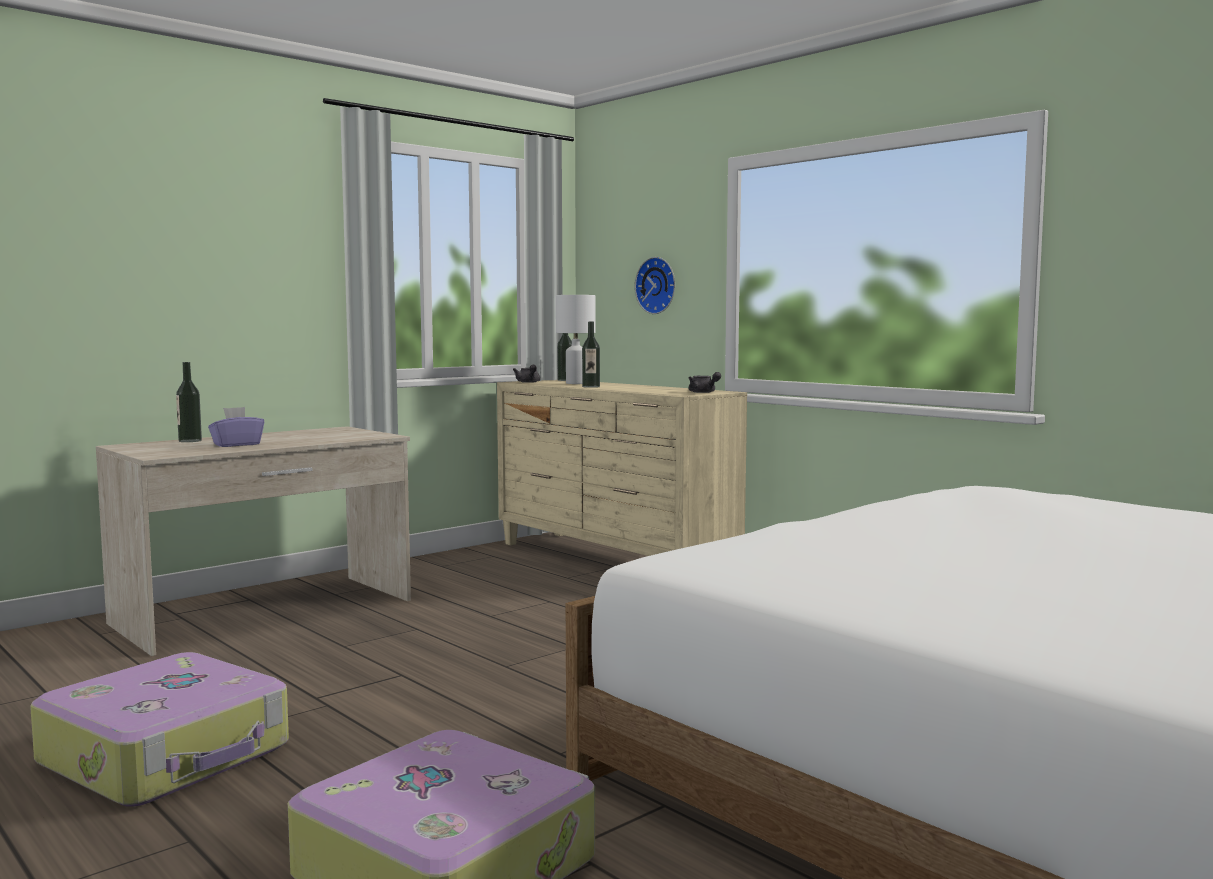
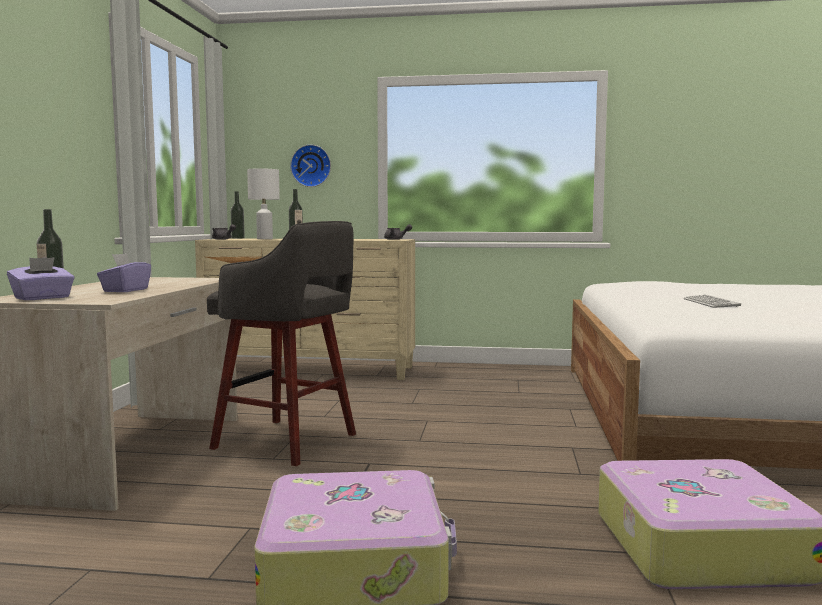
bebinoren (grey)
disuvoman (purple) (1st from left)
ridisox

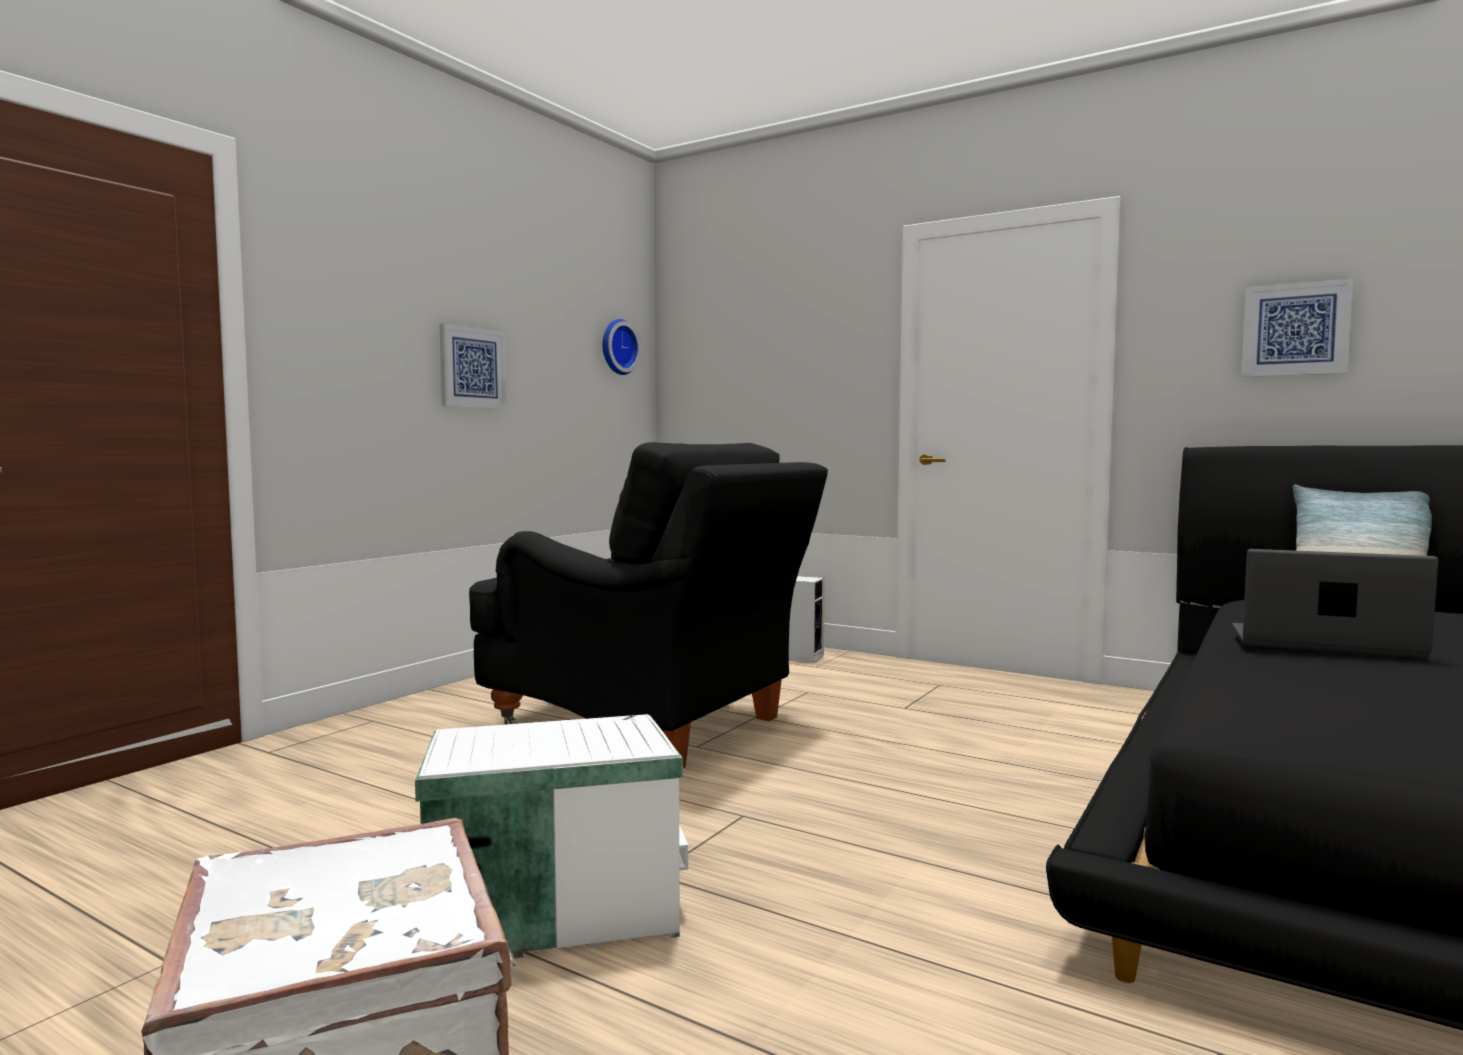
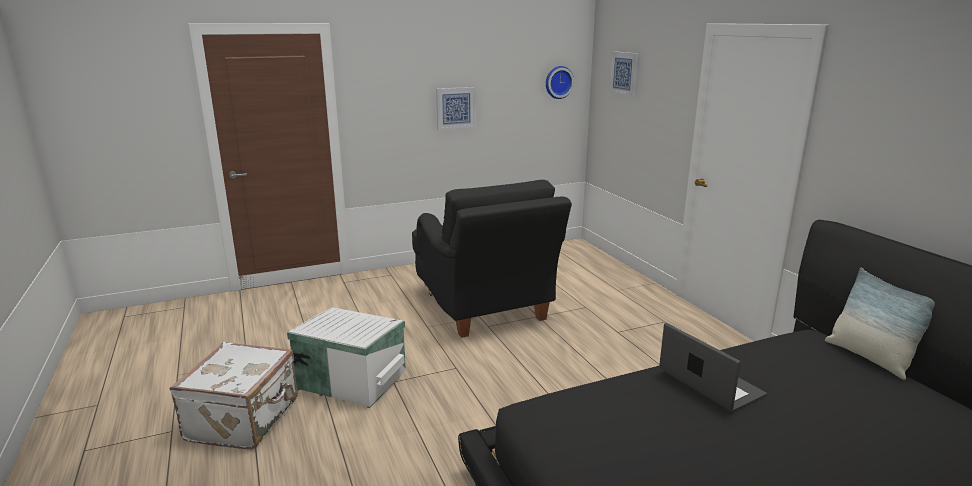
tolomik (2nd from left)
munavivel

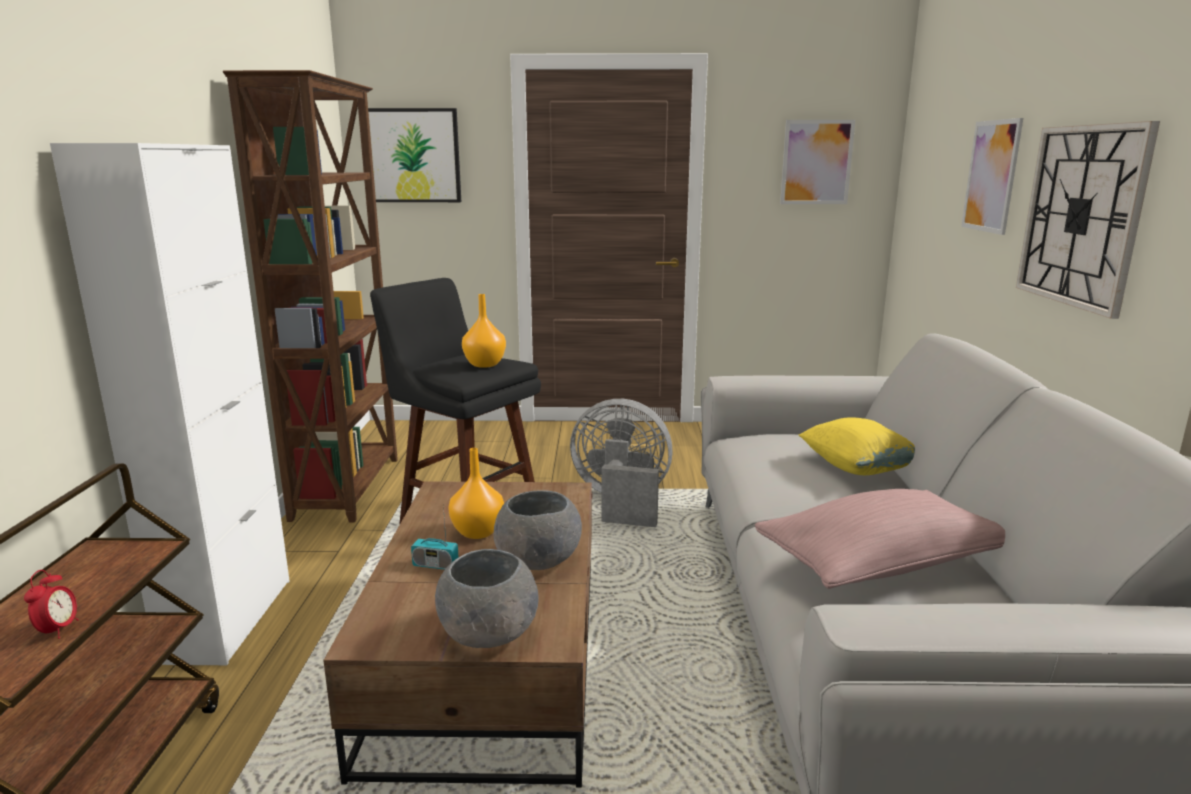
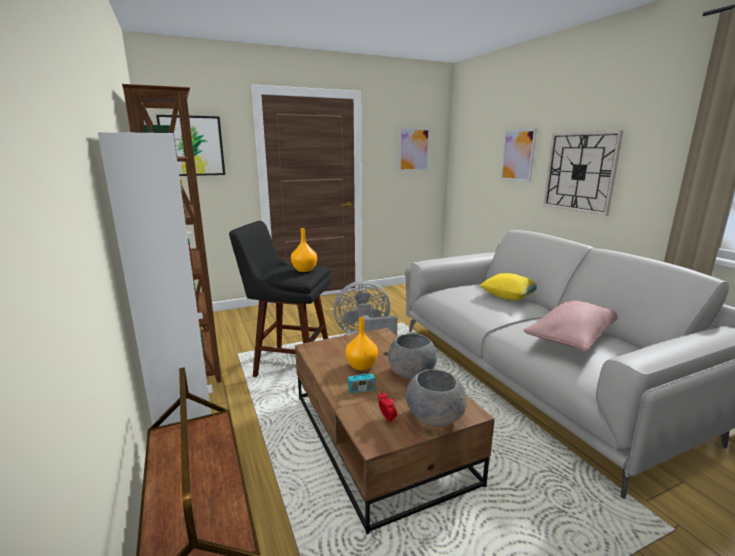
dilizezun

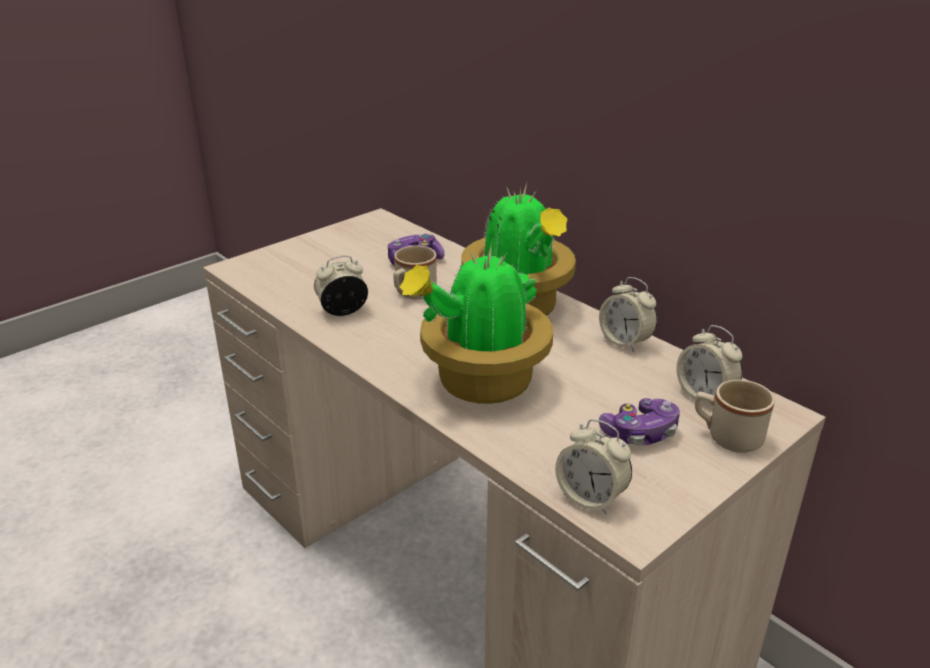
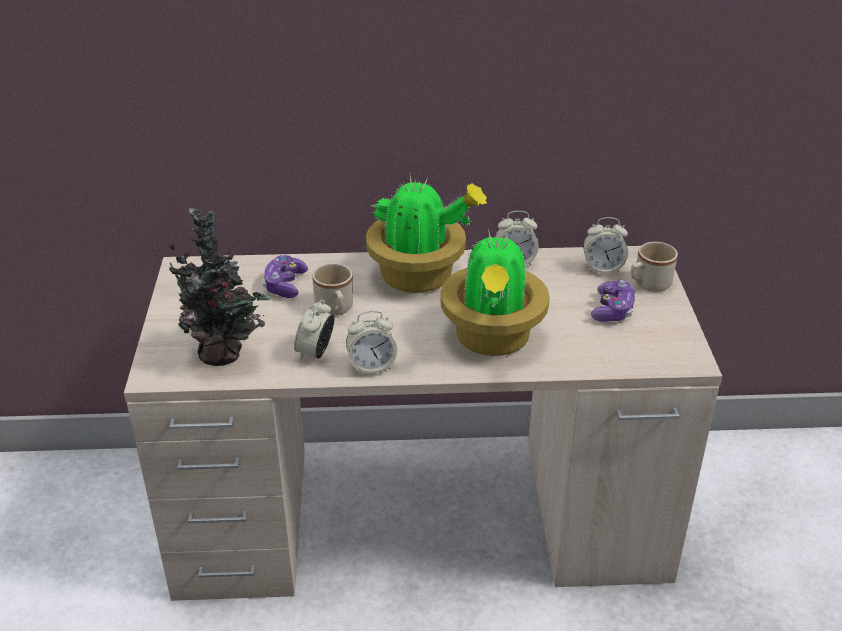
dilizezun (2nd from left)
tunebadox (1st from left)

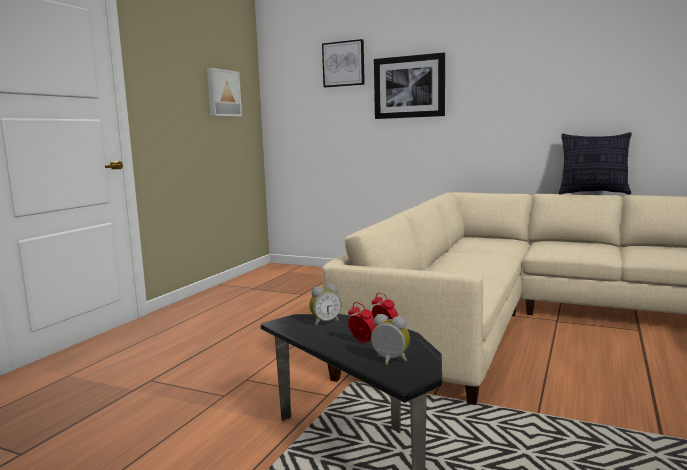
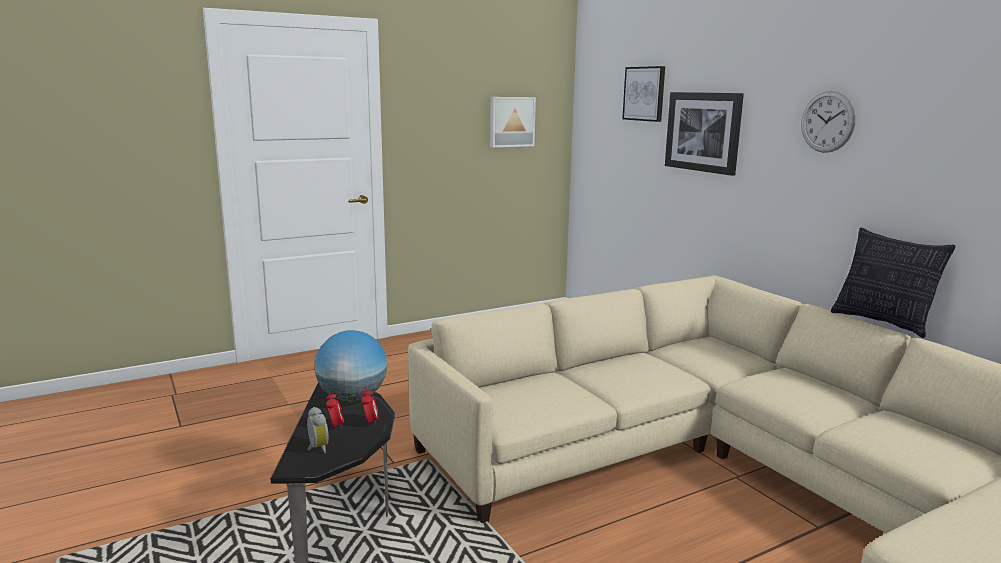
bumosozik
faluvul

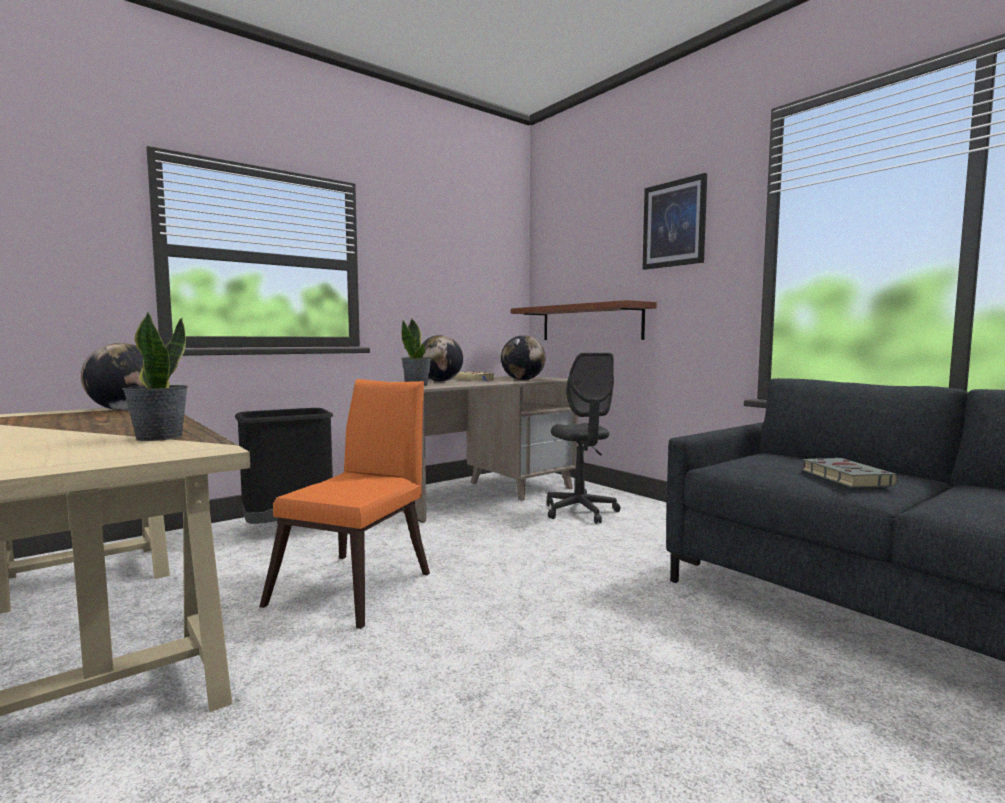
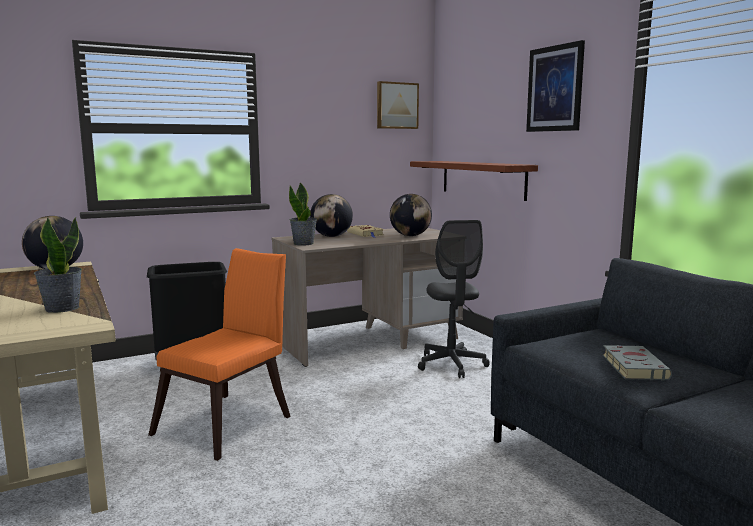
tolomik (1st from left)

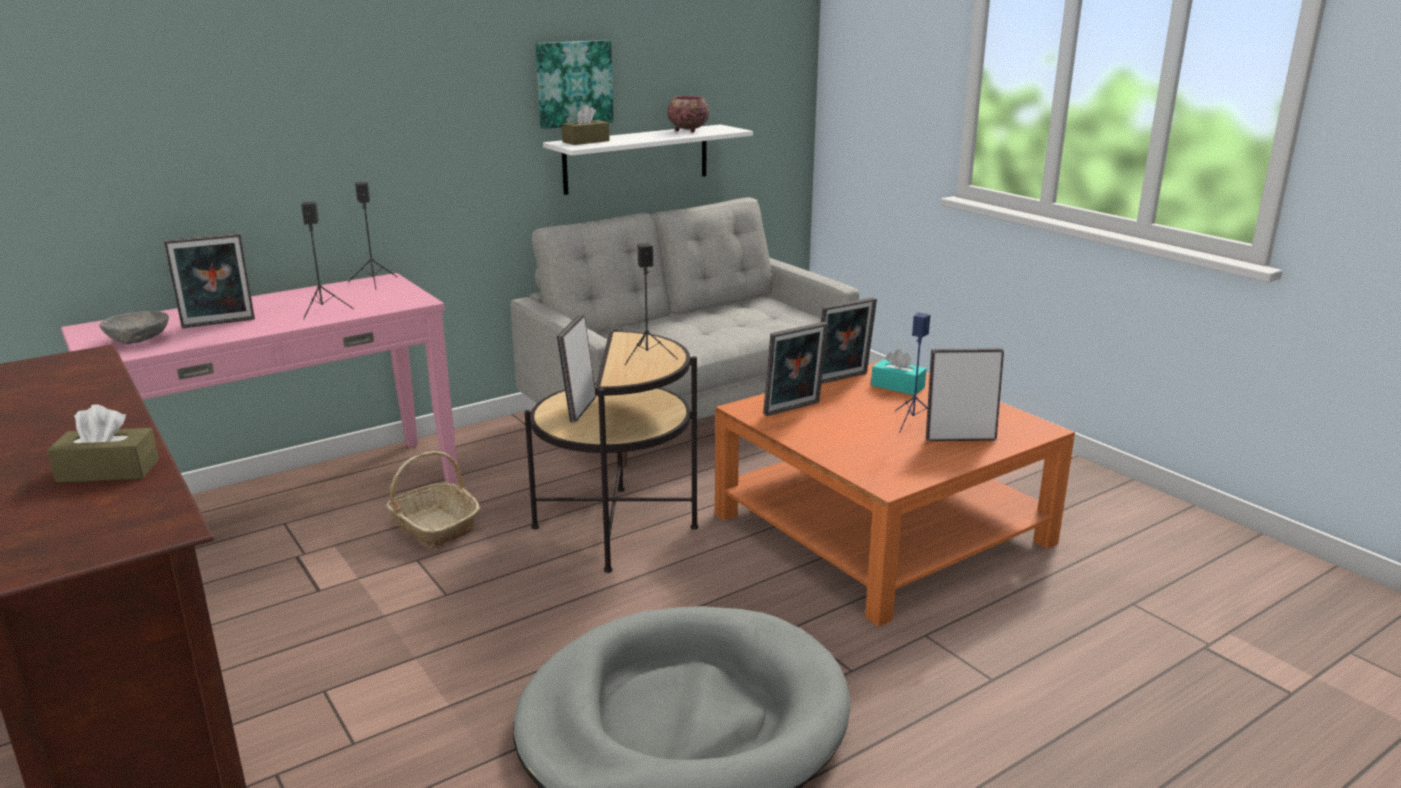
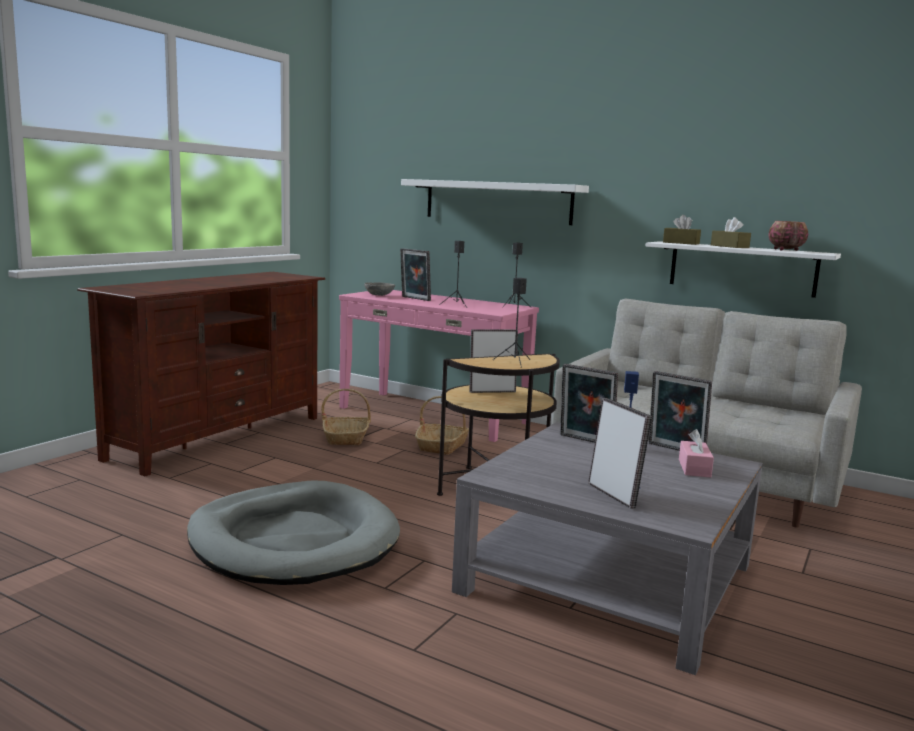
tolomik
disuvoman (pink)
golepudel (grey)
disuvoman (brown) (2nd from left)
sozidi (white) (1st from left)
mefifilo (1st from left)

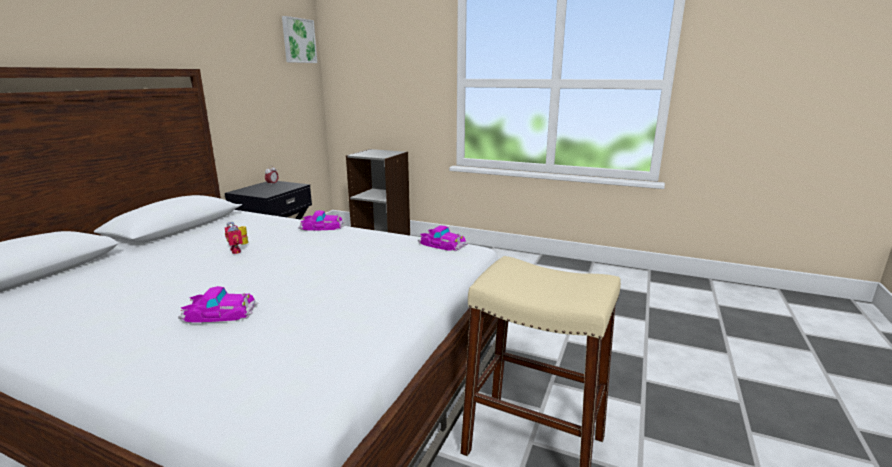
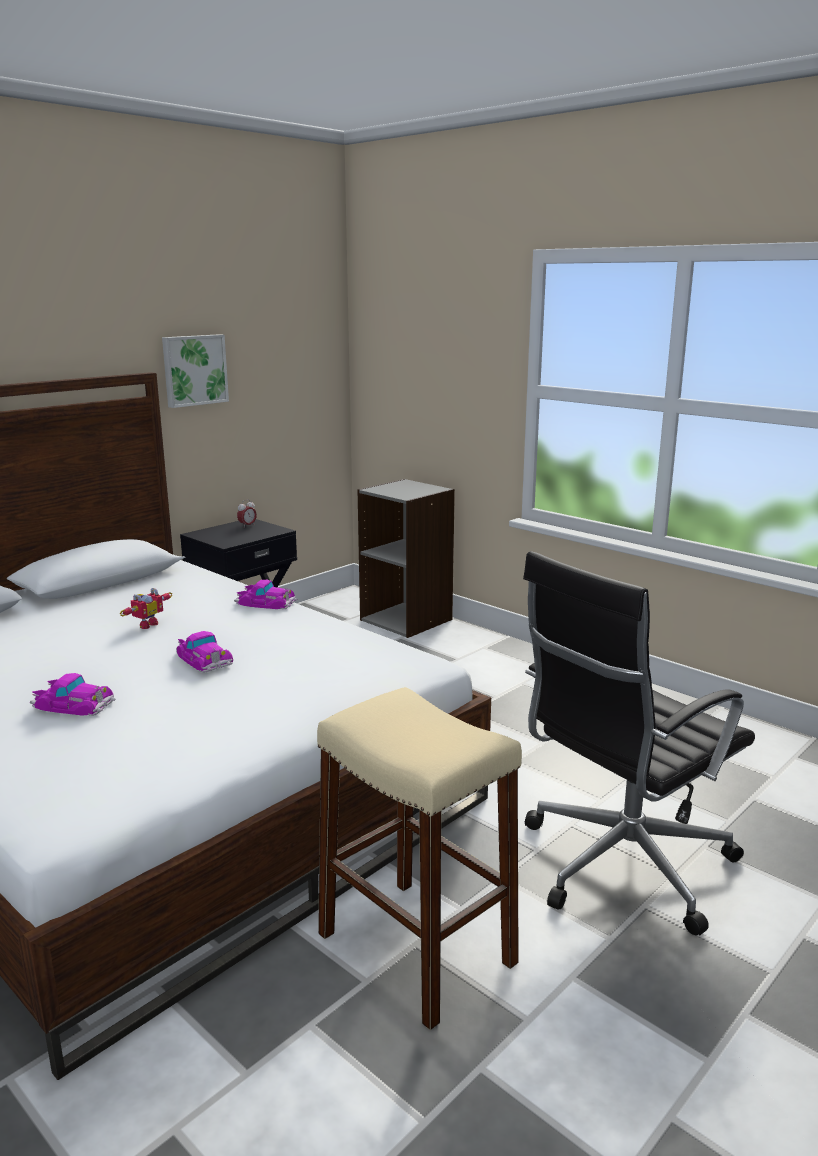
tolomik
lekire
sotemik (2nd from left)
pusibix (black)

